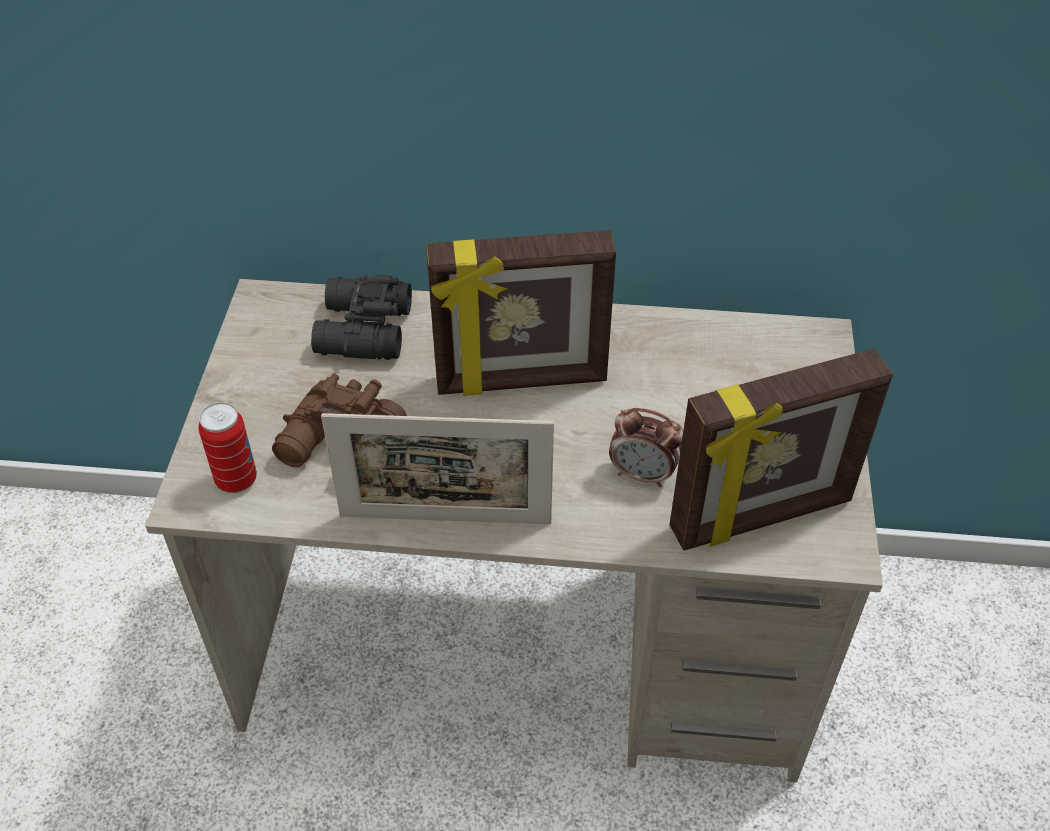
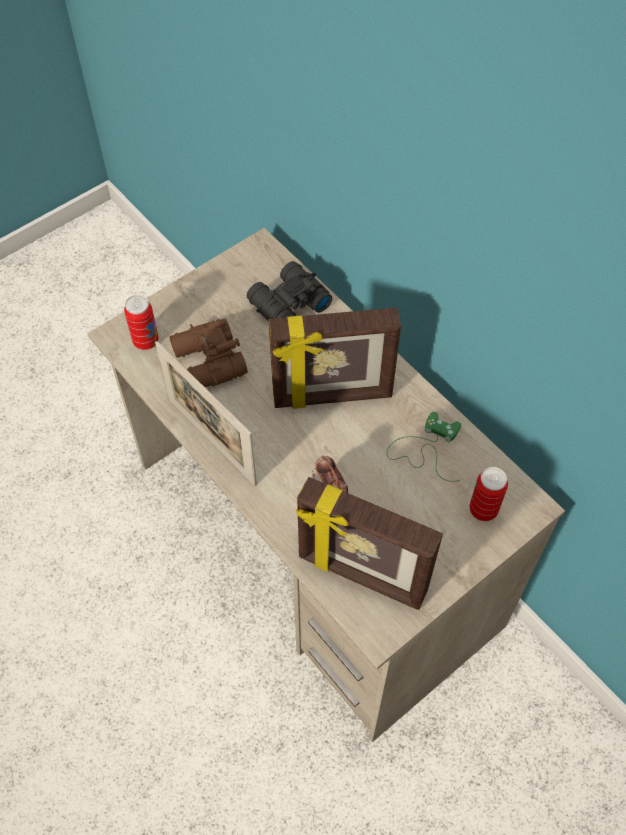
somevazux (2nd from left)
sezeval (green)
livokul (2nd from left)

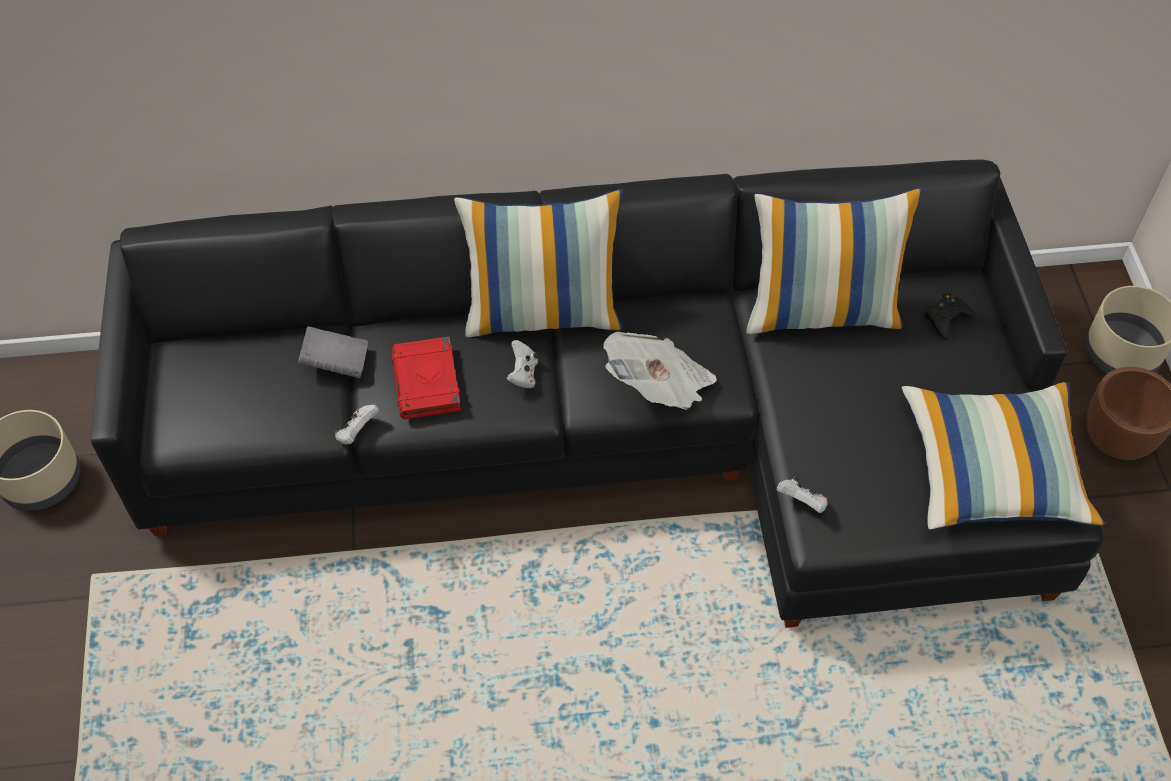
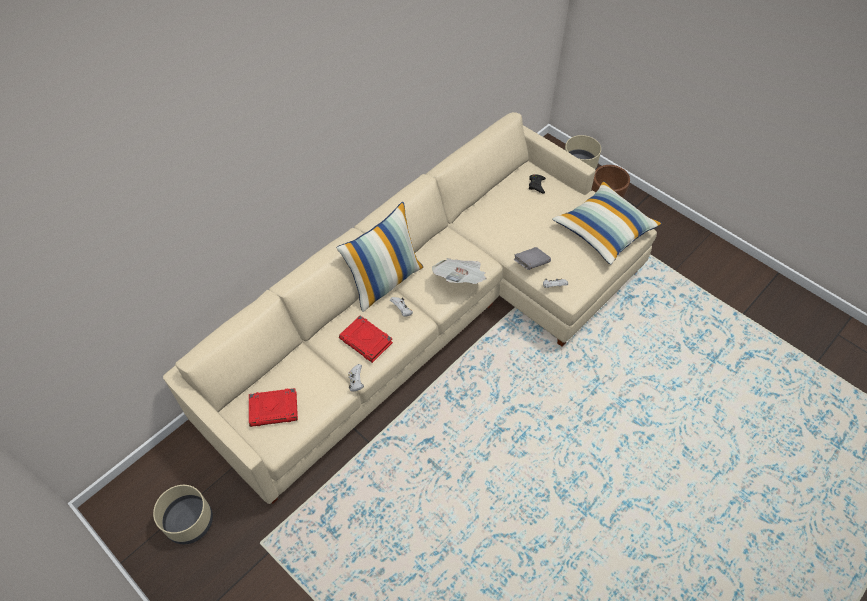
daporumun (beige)
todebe (2nd from left in the first image)
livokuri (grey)
livokuri (red) (1st from left)

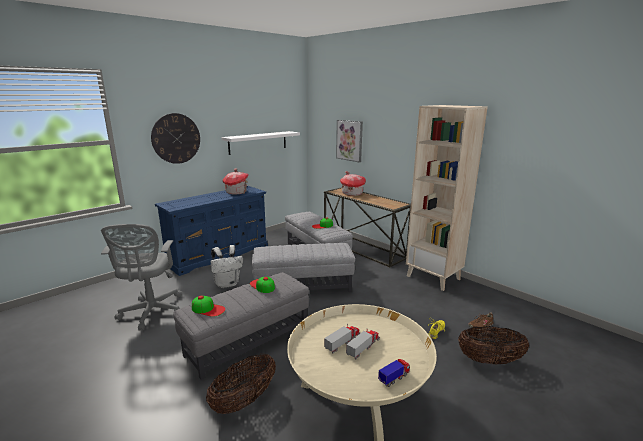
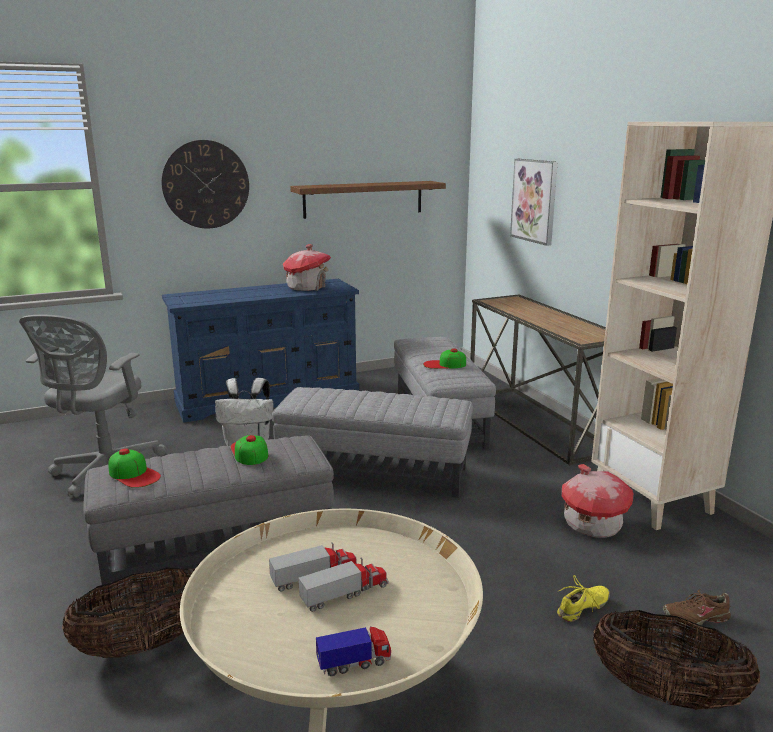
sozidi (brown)
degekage (2nd from left)

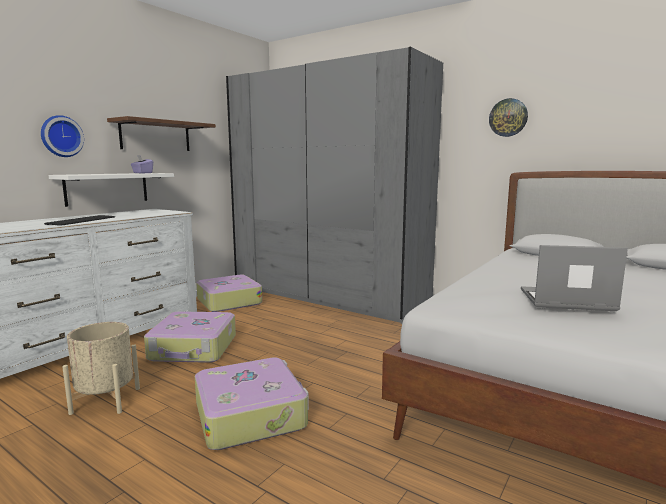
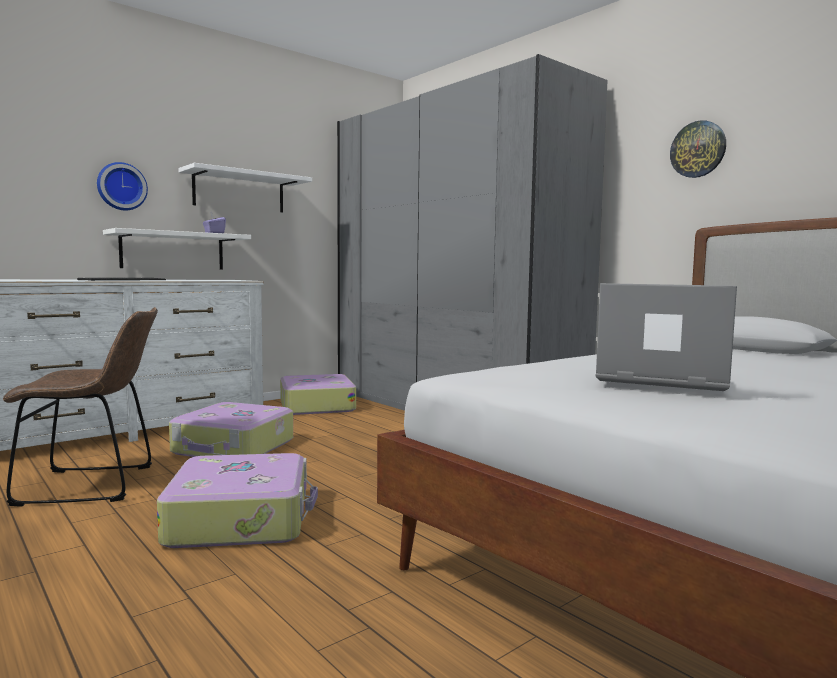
sozidi (white) (2nd from left)
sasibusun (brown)

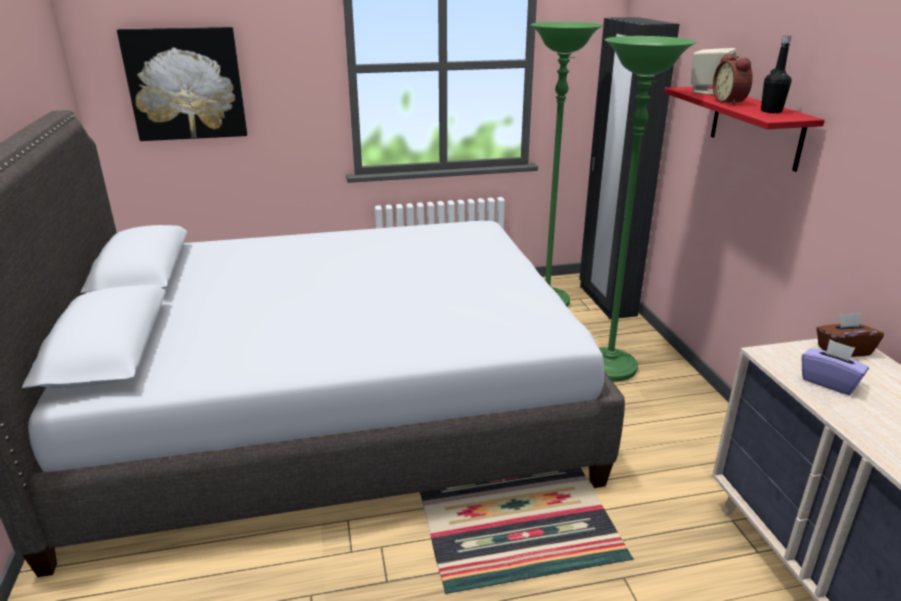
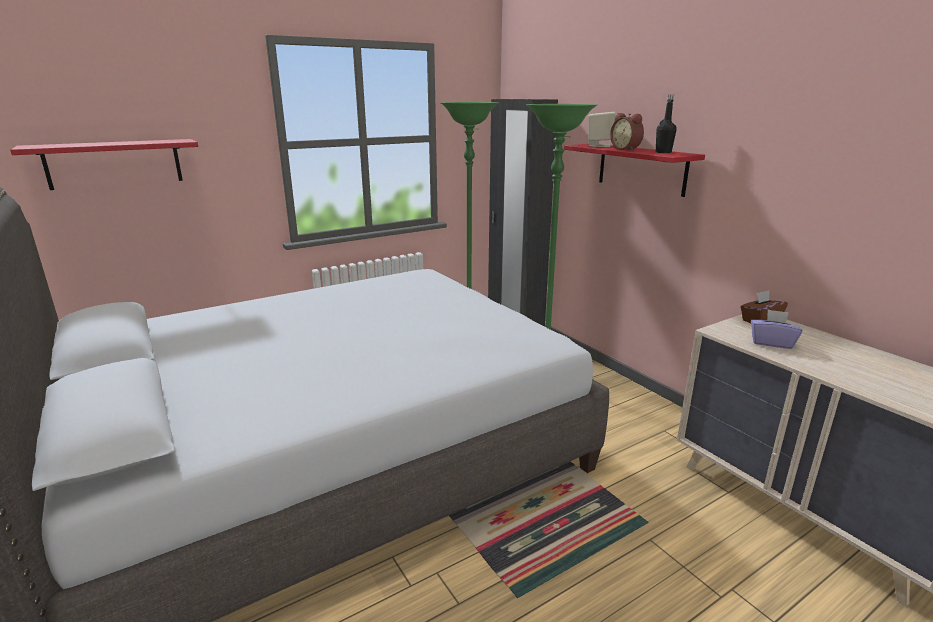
sozidi (red) (1st from left)

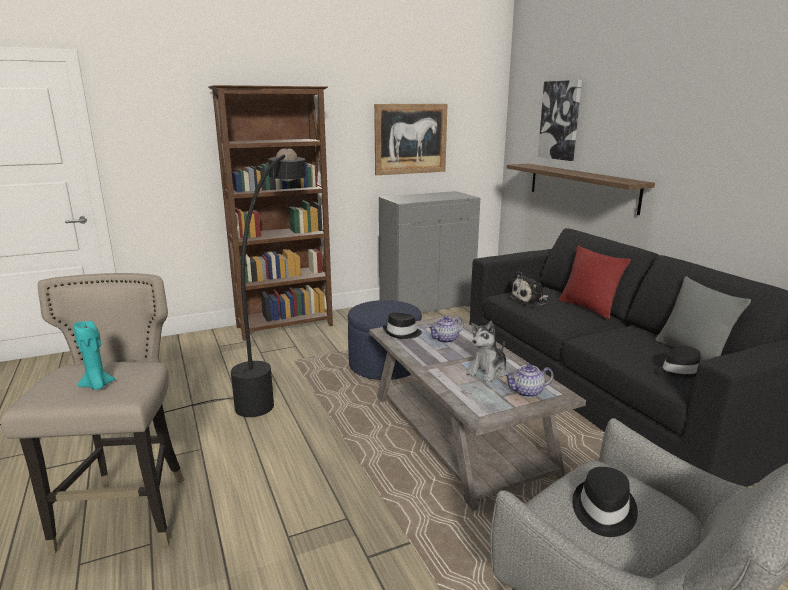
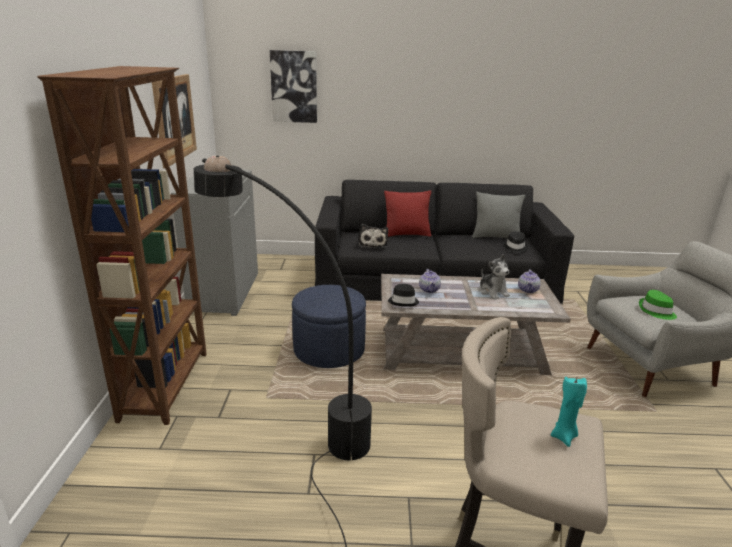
sozidi
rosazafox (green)

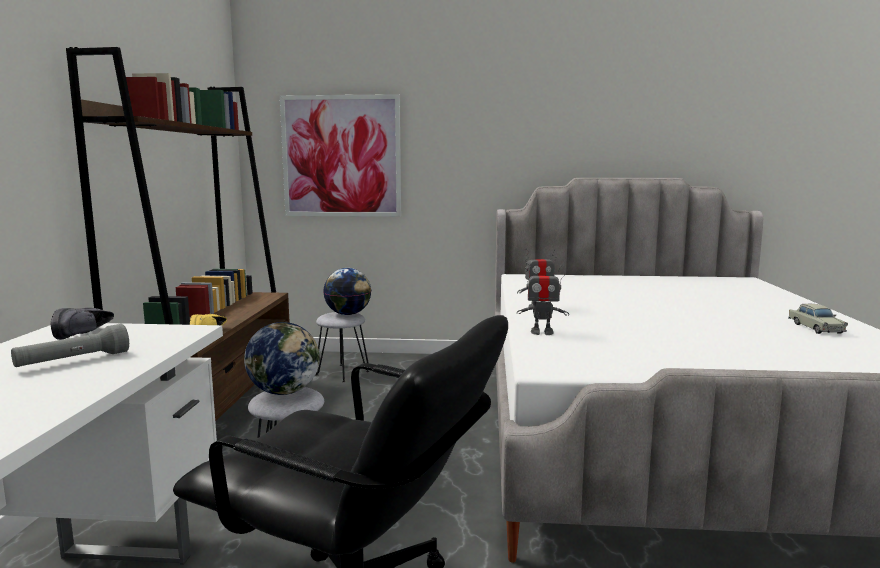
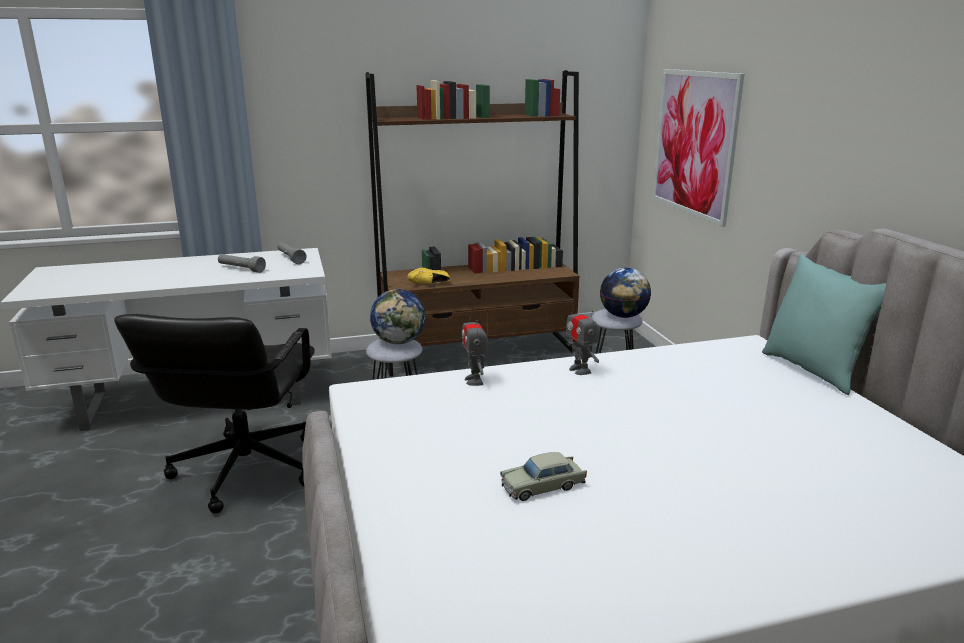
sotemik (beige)
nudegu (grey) (2nd from left)
todebe (turquoise)

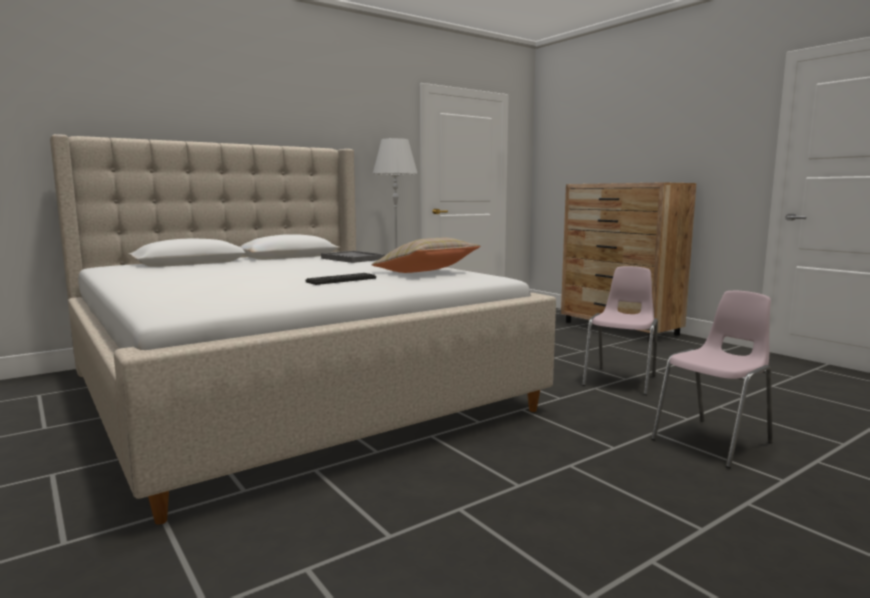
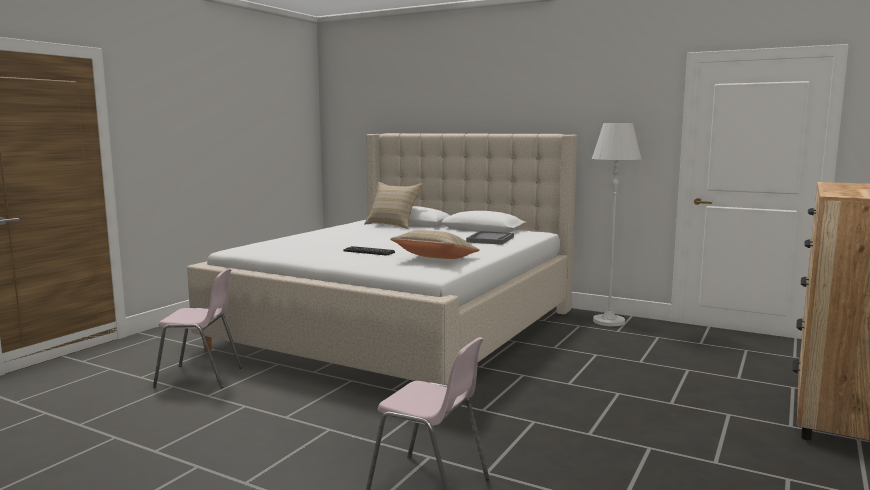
sasibusun (pink) (1st from left)
todebe (beige) (1st from left)

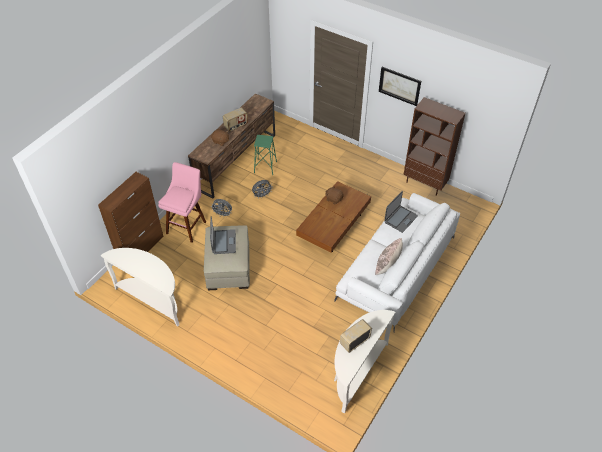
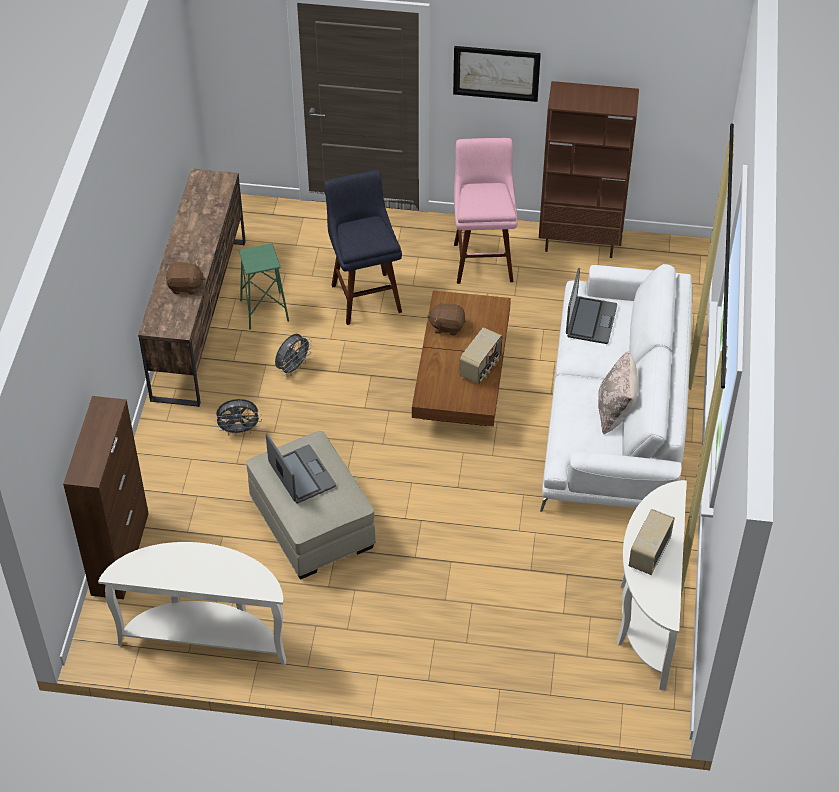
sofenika (1st from left)
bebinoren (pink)
bebinoren (blue)

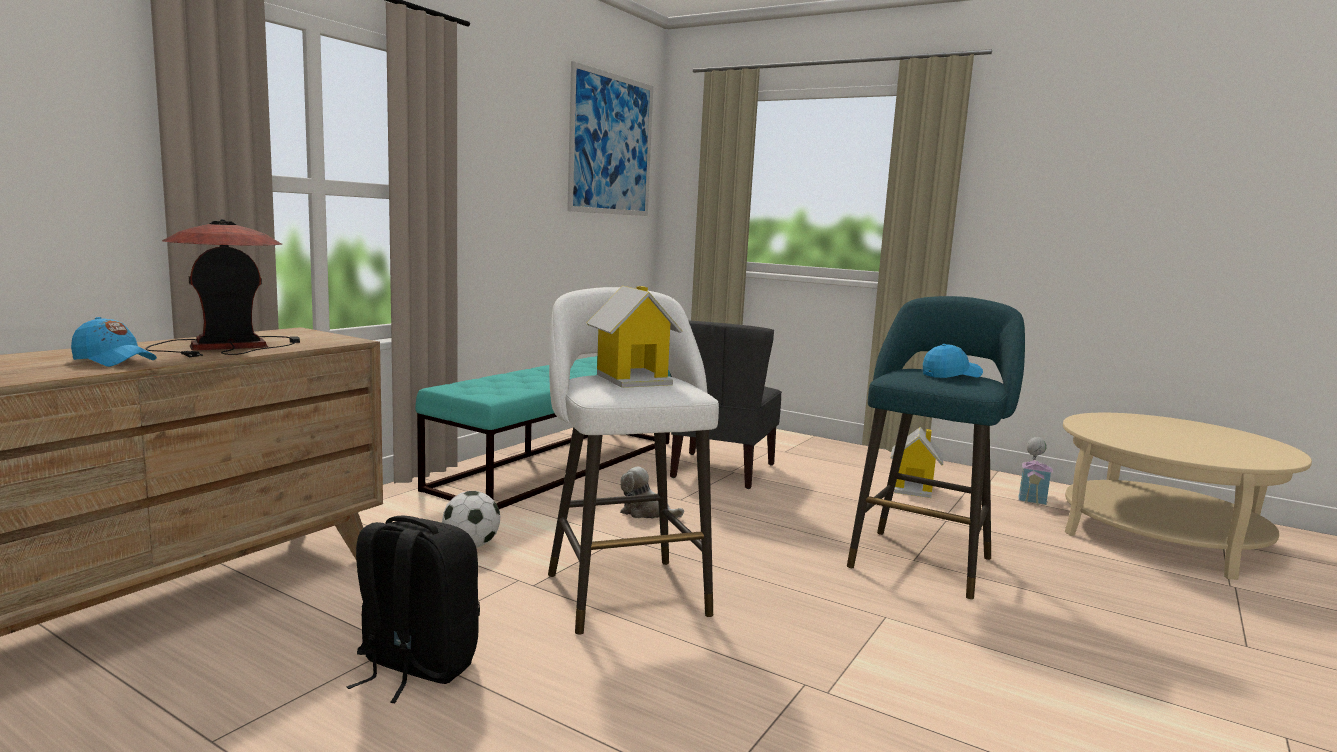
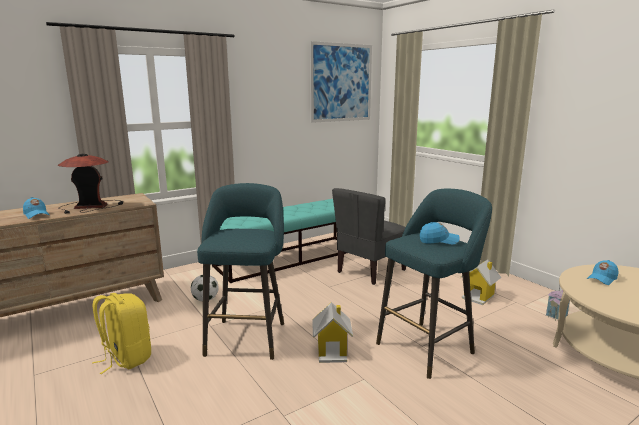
degekage (1st from left)
bebinoren (turquoise) (1st from left)
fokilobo
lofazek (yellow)
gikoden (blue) (3rd from left)

